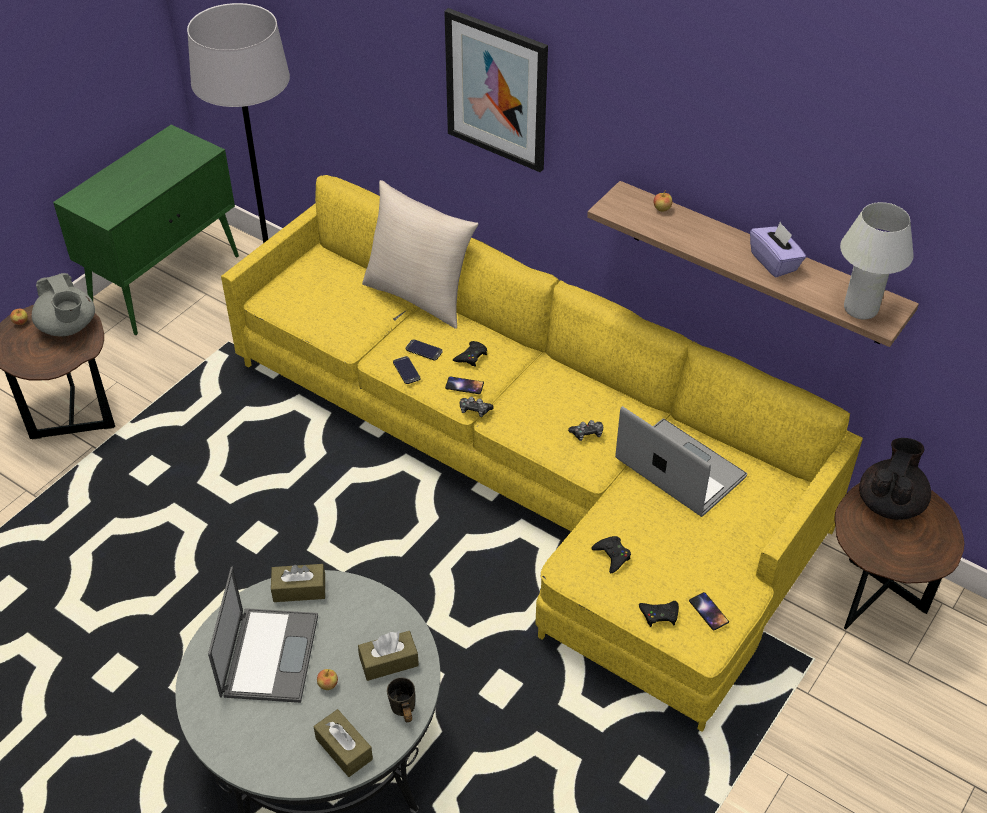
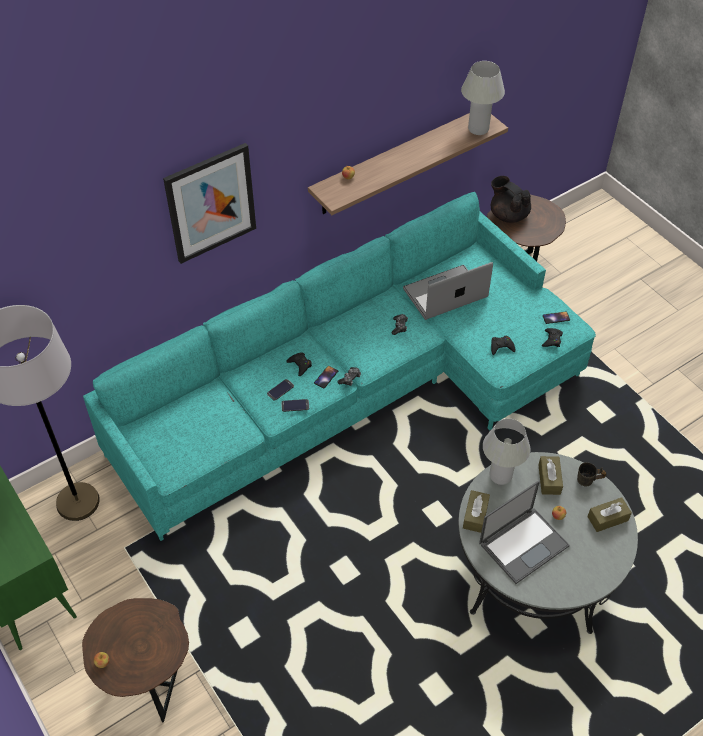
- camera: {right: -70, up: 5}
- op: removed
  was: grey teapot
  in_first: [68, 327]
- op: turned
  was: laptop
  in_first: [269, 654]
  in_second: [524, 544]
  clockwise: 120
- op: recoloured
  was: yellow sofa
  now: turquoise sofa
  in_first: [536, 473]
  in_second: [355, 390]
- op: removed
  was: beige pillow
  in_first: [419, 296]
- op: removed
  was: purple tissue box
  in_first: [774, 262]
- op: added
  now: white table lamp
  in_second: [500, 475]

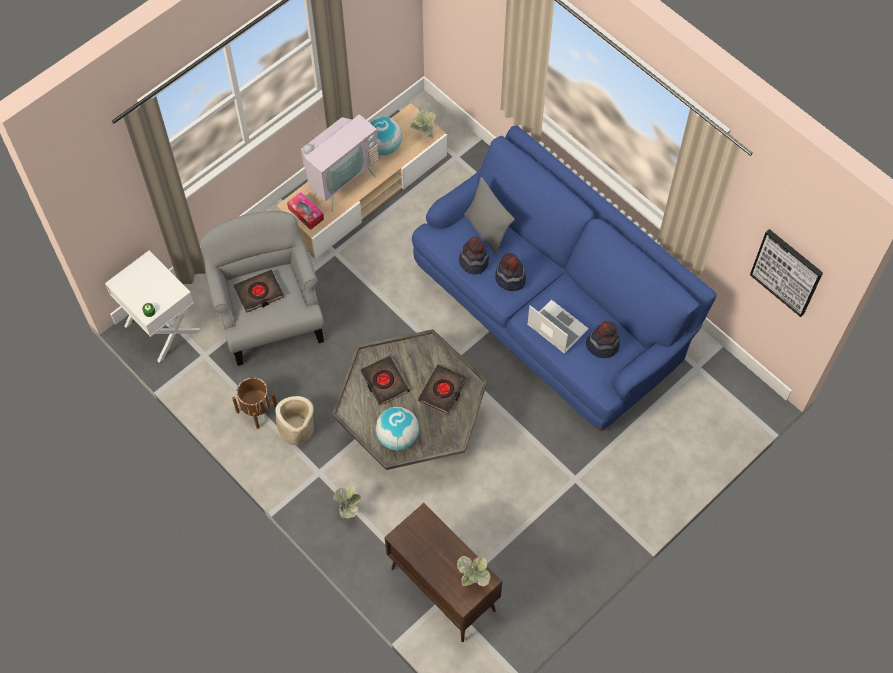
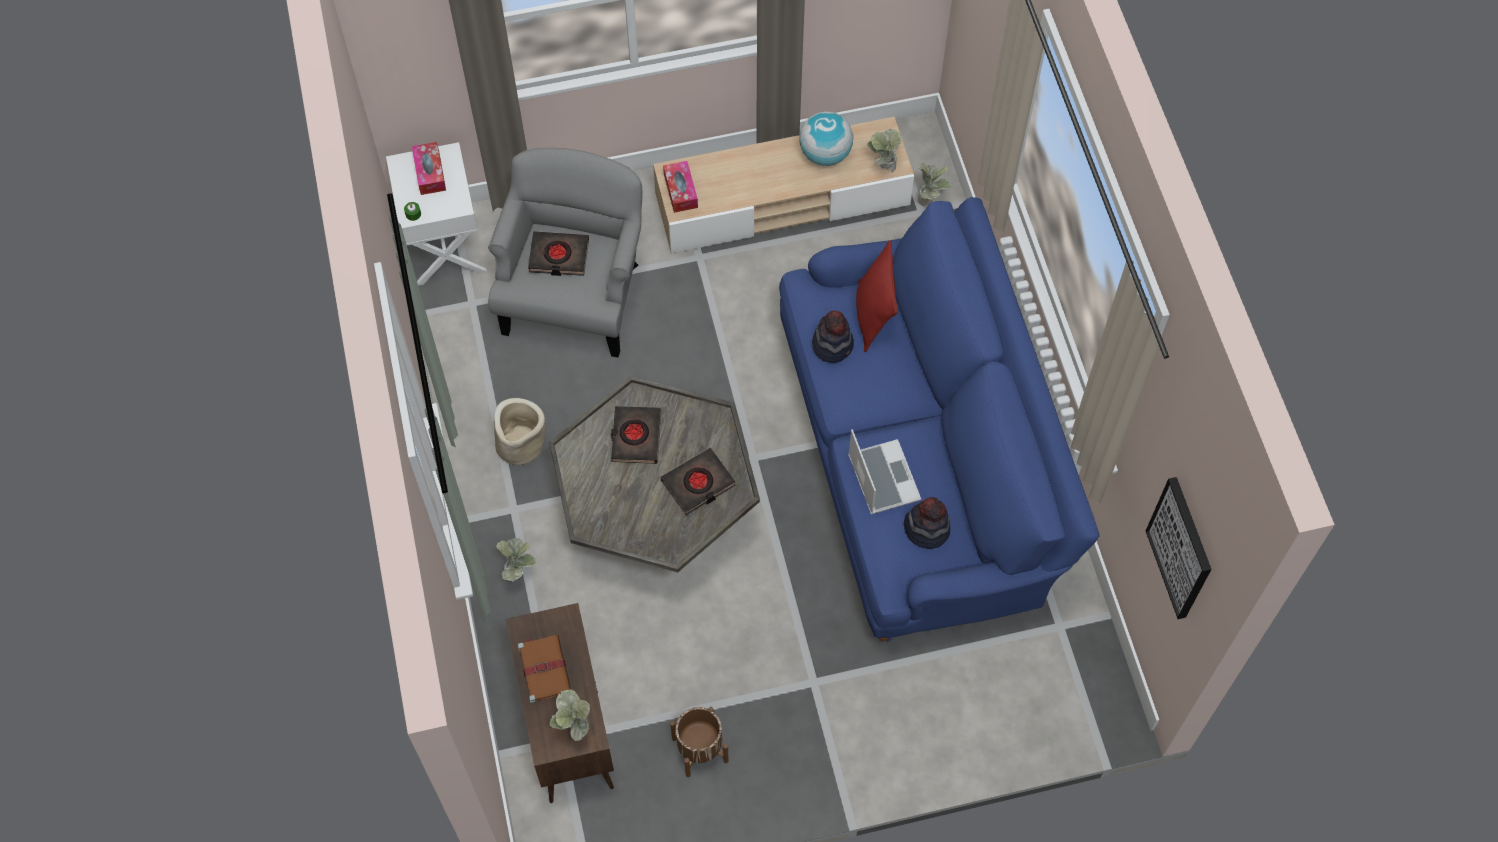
- camera: {right: 30, up: 0}
- op: moved
  was: brown planter
  in_first: [256, 410]
  in_second: [699, 749]
- op: removed
  was: television
  in_first: [341, 182]
- op: removed
  was: globe
  in_first: [397, 437]
- op: recoloured
  was: grey pillow
  now: red pillow
  in_first: [487, 231]
  in_second: [873, 316]
- op: removed
  was: hat
  in_first: [510, 279]
- op: added
  now: tissue box
  in_second: [430, 173]
- op: added
  now: brown book
  in_second: [544, 668]
- op: added
  now: potted plant
  in_second: [929, 199]

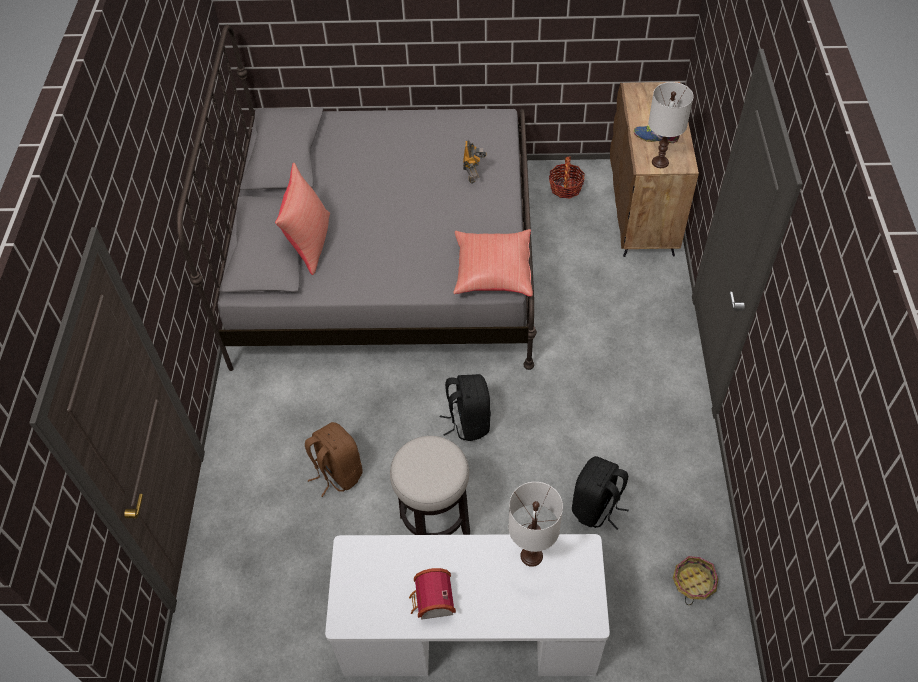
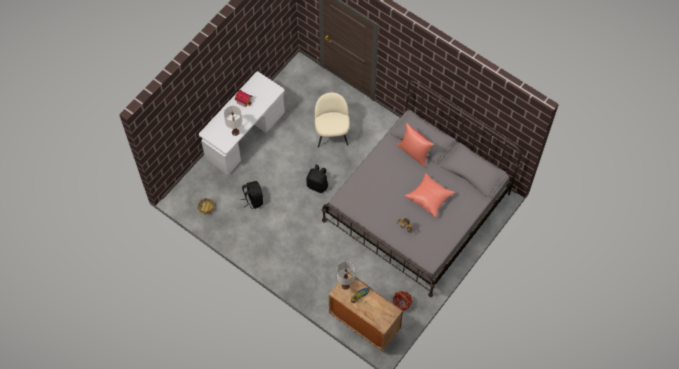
- camera: {right: 125, up: 10}
- op: replaced
  was: brown backpack
  now: beige chair
  in_first: [337, 472]
  in_second: [332, 134]
- op: removed
  was: stool
  in_first: [435, 525]
- op: moved
  was: red pillow
  in_first: [492, 273]
  in_second: [429, 197]

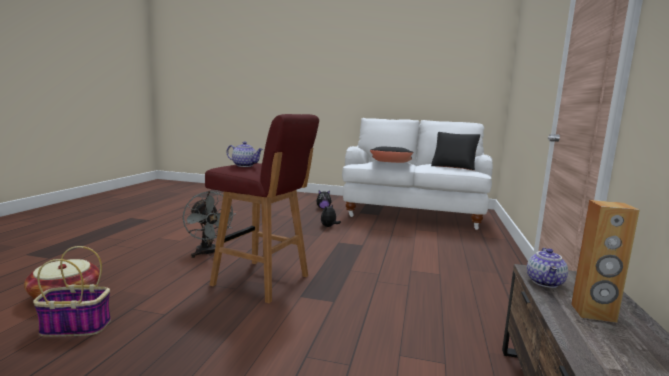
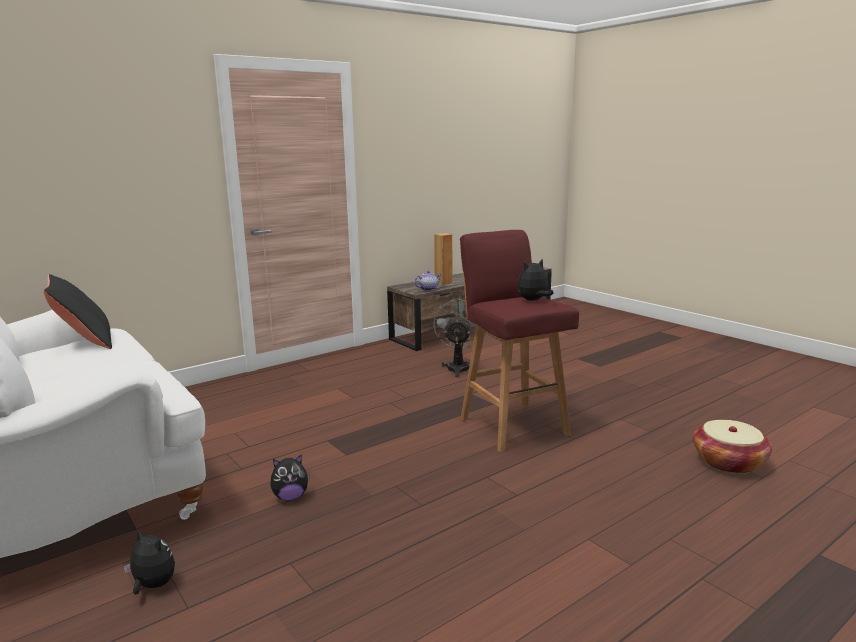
- camera: {right: -140, up: 5}
- op: removed
  was: basket
  in_first: [74, 327]
- op: moved
  was: grey fan
  in_first: [208, 254]
  in_second: [458, 367]
- op: replaced
  was: teapot
  now: plush toy
  in_first: [245, 165]
  in_second: [533, 300]
- op: removed
  was: black pillow
  in_first: [391, 163]

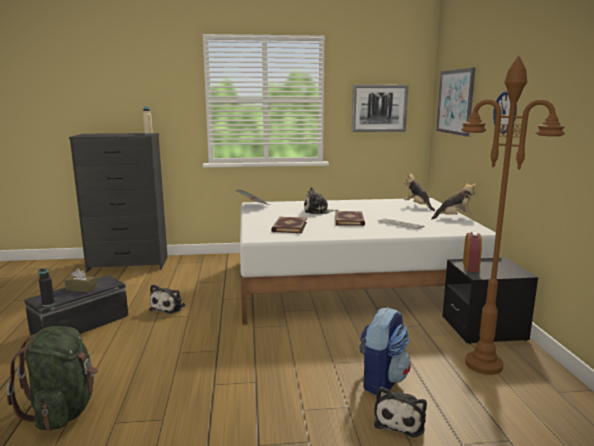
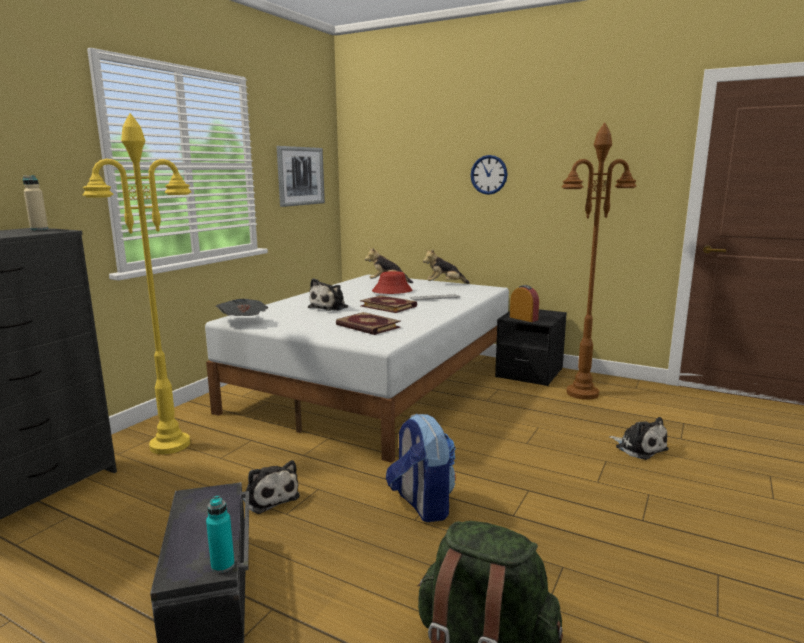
- camera: {right: -55, up: 0}
- op: recoloured
  was: black bottle
  now: turquoise bottle
  in_first: [48, 304]
  in_second: [222, 565]
- op: removed
  was: brown tissue box
  in_first: [81, 288]
- op: moved
  was: backpack
  in_first: [381, 380]
  in_second: [421, 504]
- op: turned
  was: plush toy
  in_first: [454, 218]
  in_second: [444, 284]
  clockwise: -120
- op: removed
  was: picture
  in_first: [455, 102]
- op: added
  now: yellow floor lamp
  in_second: [170, 445]
- op: added
  now: red hat
  in_second: [392, 291]

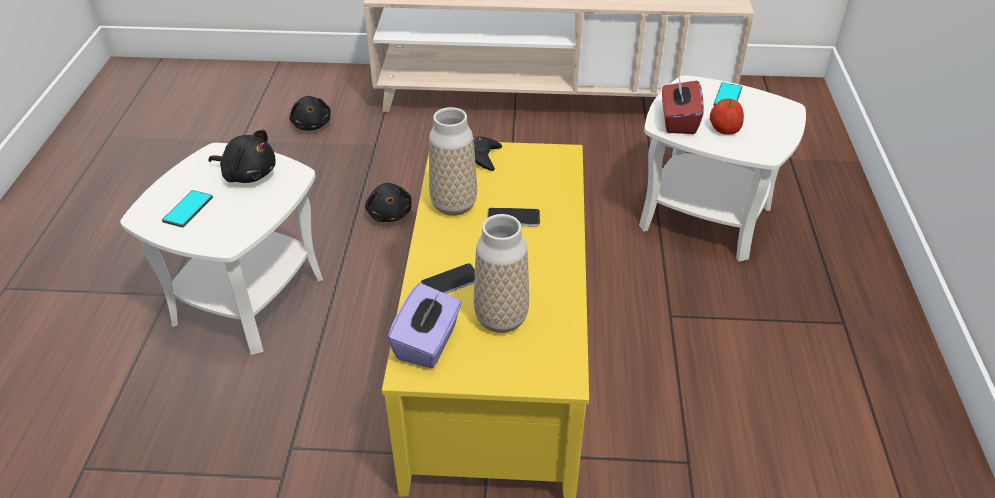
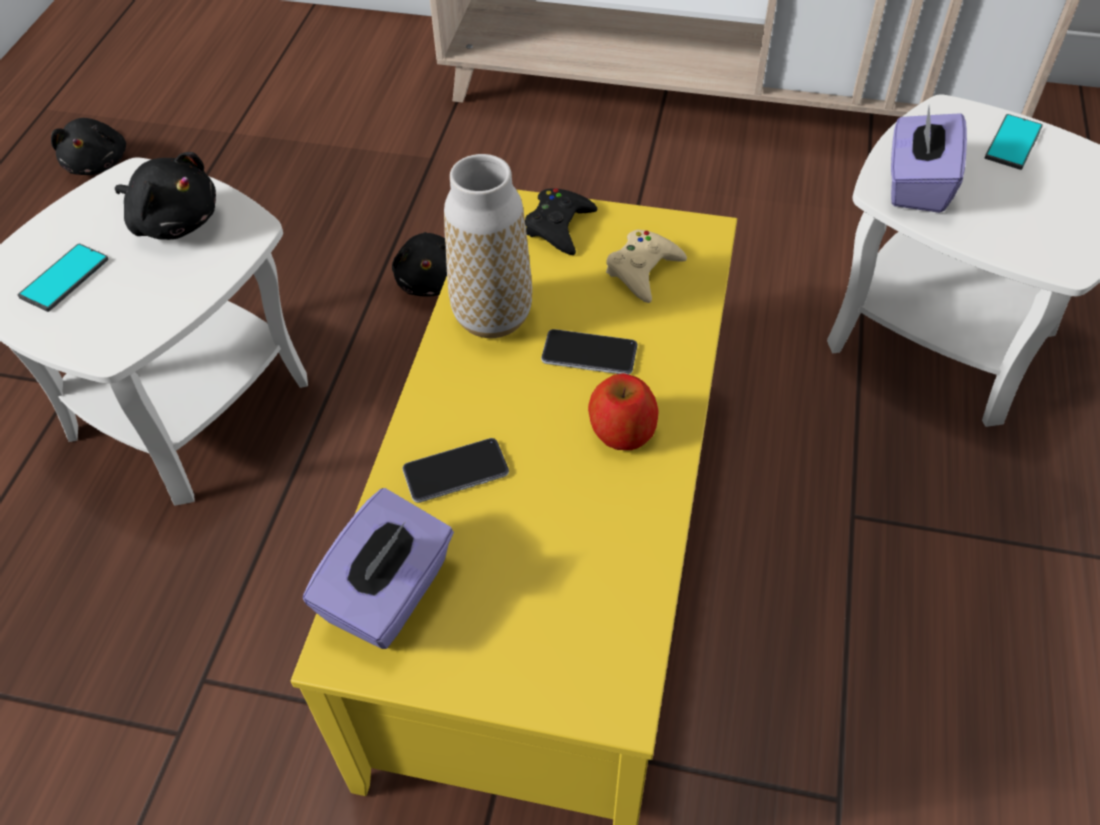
- camera: {right: 10, up: 10}
- op: moved
  was: black plush toy
  in_first: [312, 124]
  in_second: [98, 163]
- op: removed
  was: vase
  in_first: [501, 318]
- op: recoloured
  was: red tissue box
  now: purple tissue box
  in_first: [678, 121]
  in_second: [916, 184]
- op: moved
  was: apple
  in_first: [724, 128]
  in_second: [622, 429]
- op: added
  now: beige game controller
  in_second: [643, 270]

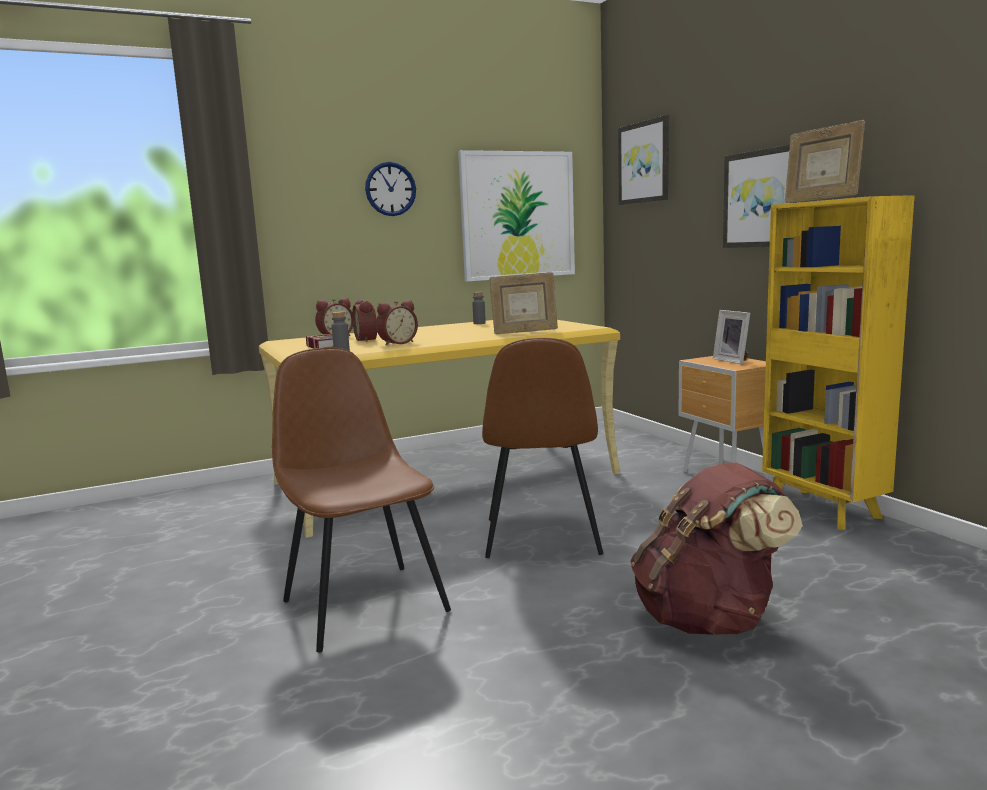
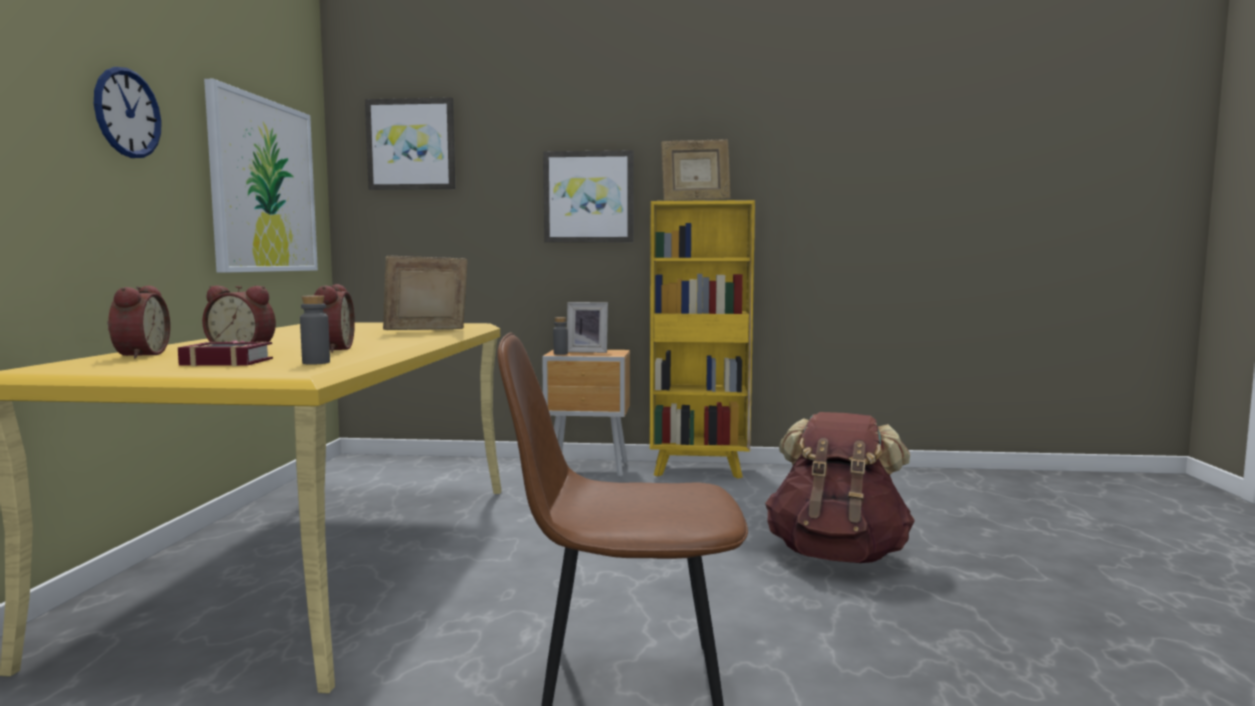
- camera: {right: -60, up: -5}
- op: moved
  was: grey bottle
  in_first: [479, 323]
  in_second: [560, 354]
- op: removed
  was: brown chair
  in_first: [542, 538]
- op: turned
  was: picture frame
  in_first: [524, 332]
  in_second: [427, 331]
  clockwise: -150

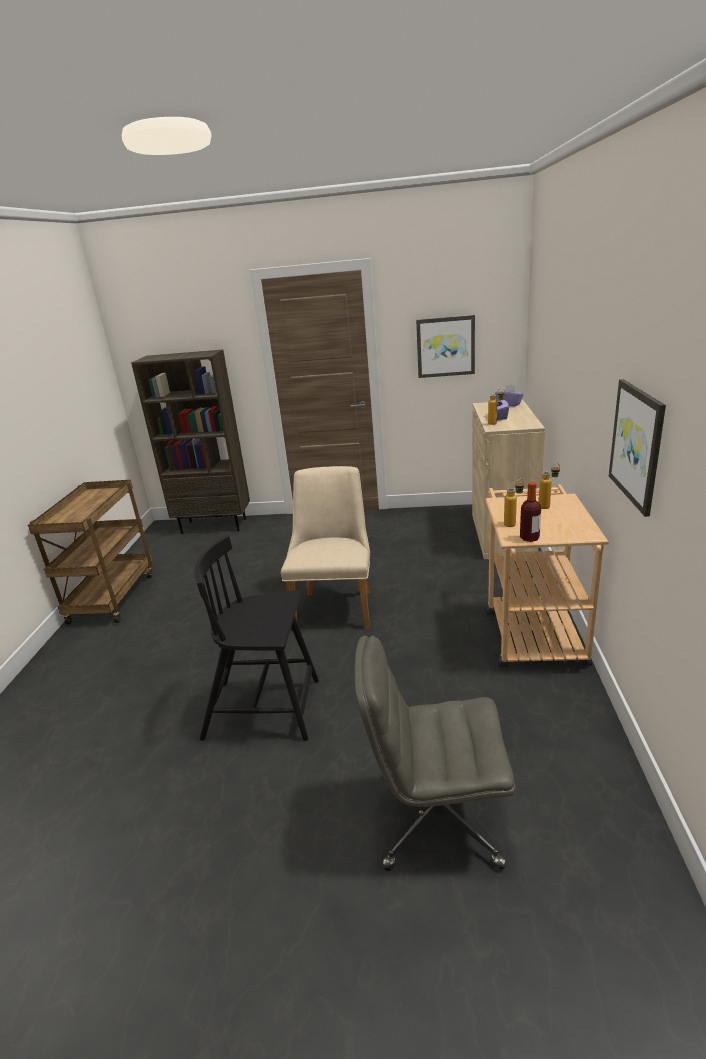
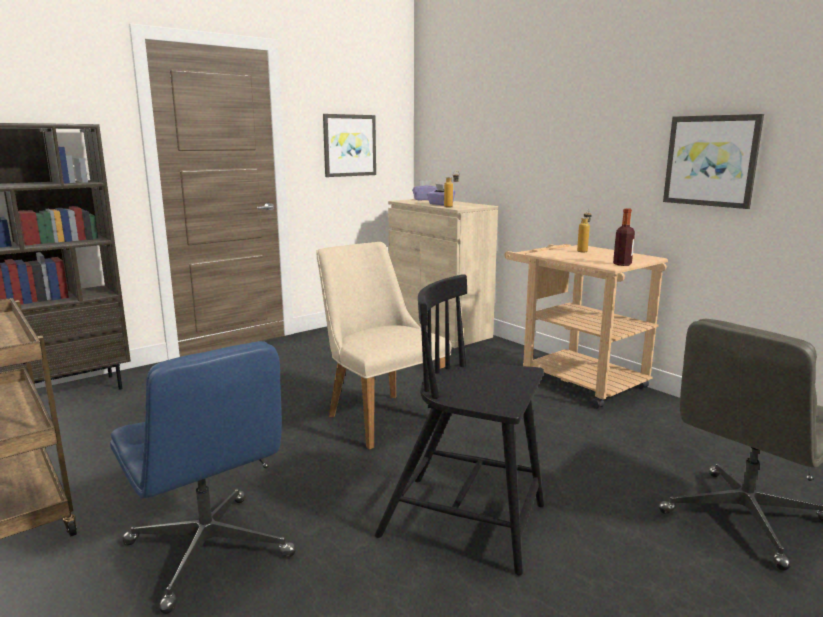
- camera: {right: -45, up: -10}
- op: turned
  was: black chair
  in_first: [265, 709]
  in_second: [466, 522]
  clockwise: 60
- op: removed
  was: bottle
  in_first: [513, 523]
- op: added
  now: blue office chair
  in_second: [210, 551]

